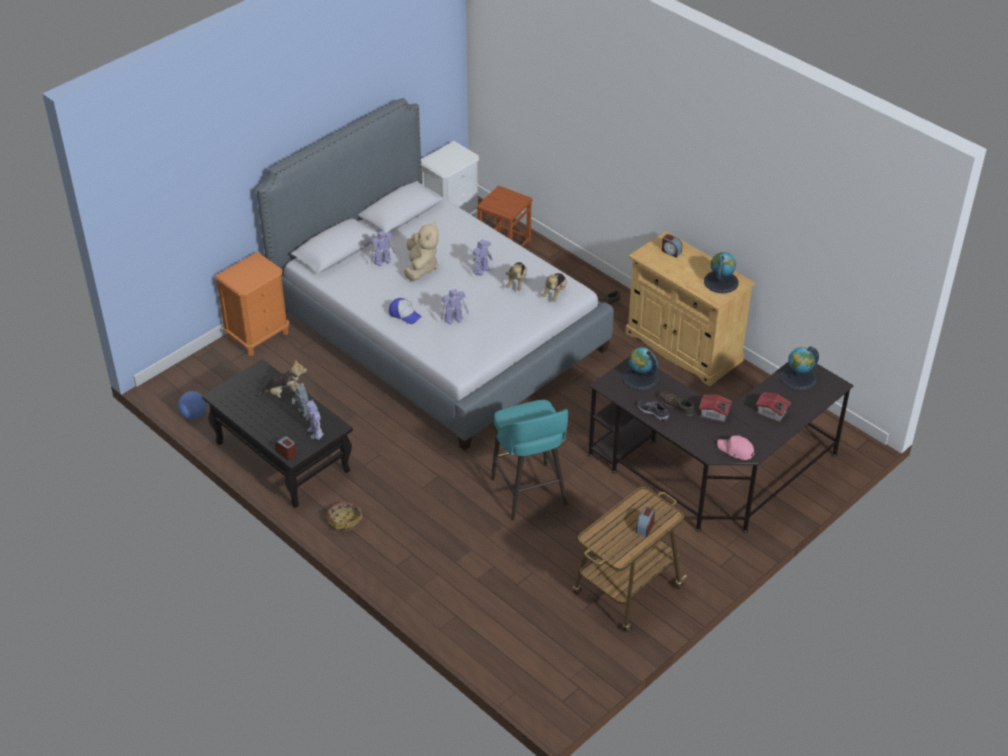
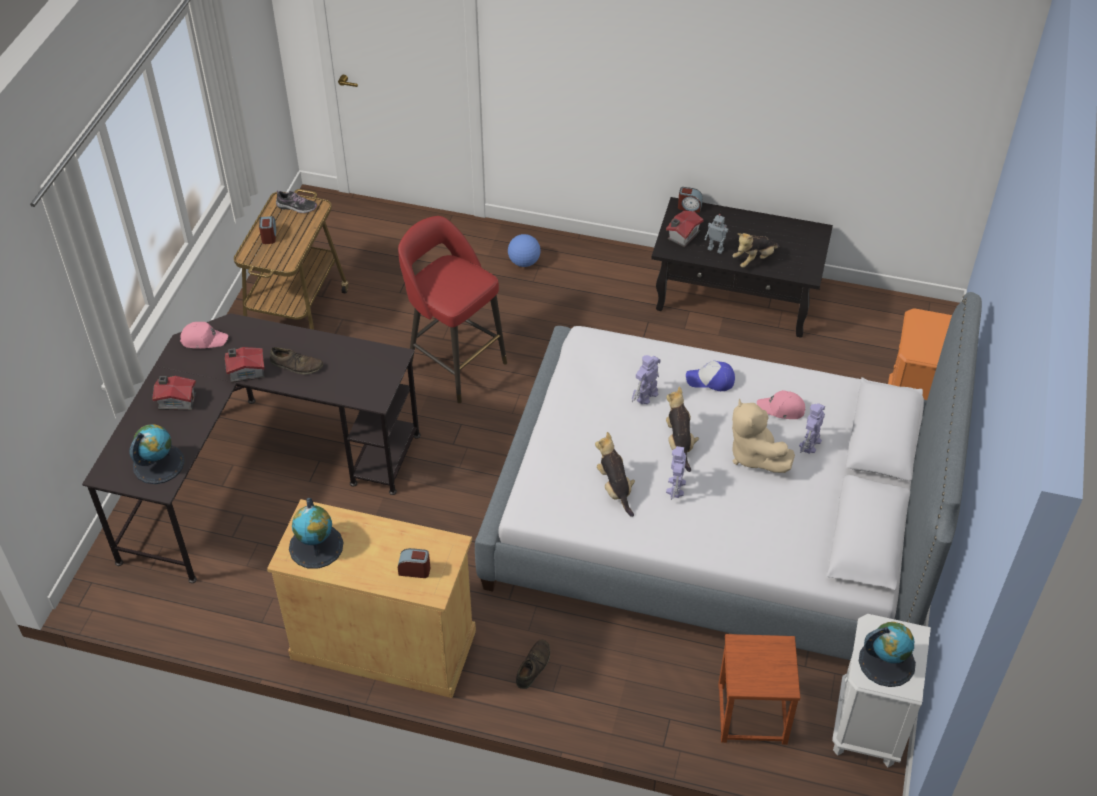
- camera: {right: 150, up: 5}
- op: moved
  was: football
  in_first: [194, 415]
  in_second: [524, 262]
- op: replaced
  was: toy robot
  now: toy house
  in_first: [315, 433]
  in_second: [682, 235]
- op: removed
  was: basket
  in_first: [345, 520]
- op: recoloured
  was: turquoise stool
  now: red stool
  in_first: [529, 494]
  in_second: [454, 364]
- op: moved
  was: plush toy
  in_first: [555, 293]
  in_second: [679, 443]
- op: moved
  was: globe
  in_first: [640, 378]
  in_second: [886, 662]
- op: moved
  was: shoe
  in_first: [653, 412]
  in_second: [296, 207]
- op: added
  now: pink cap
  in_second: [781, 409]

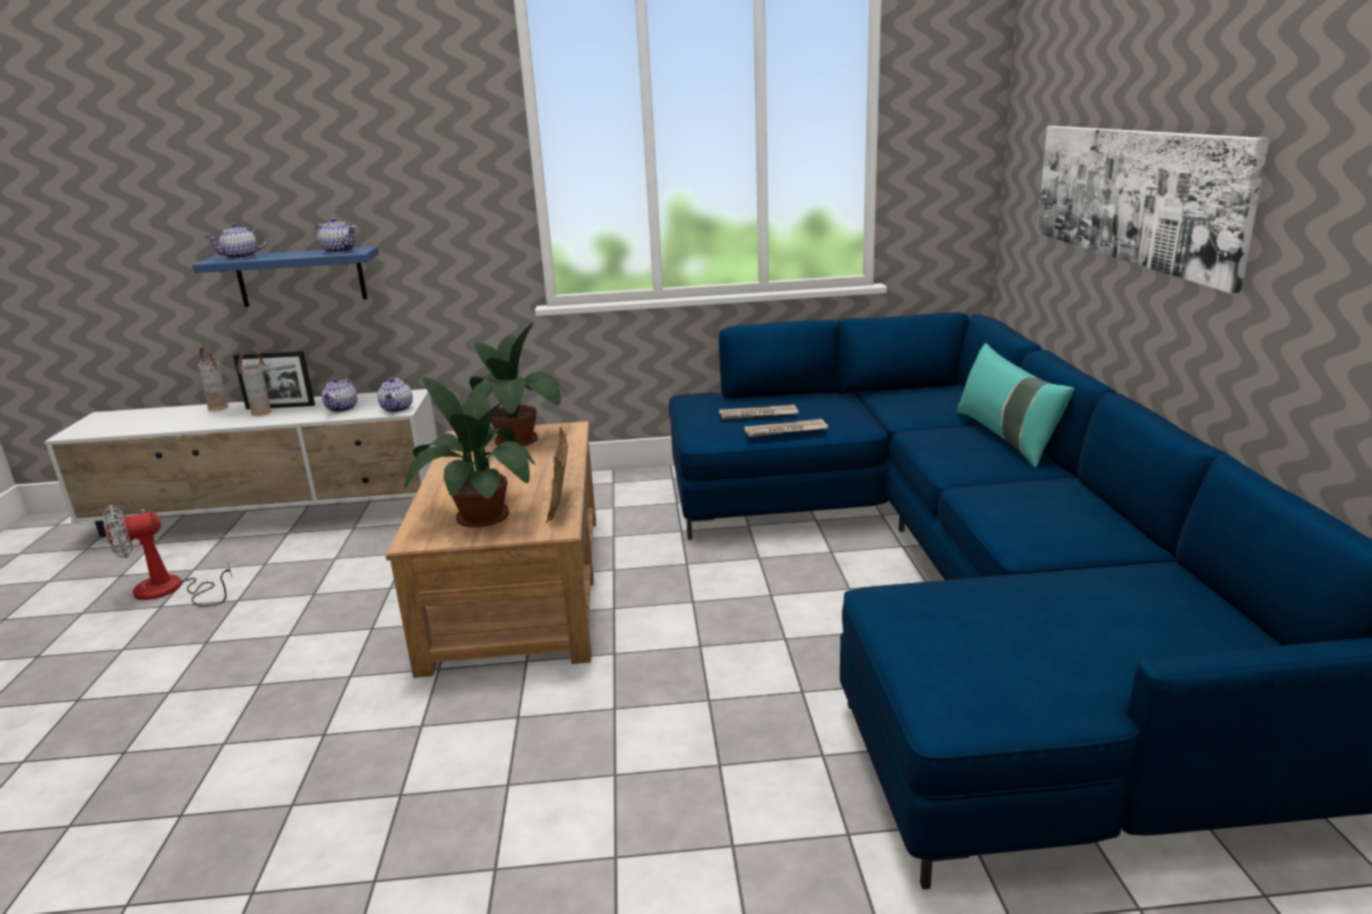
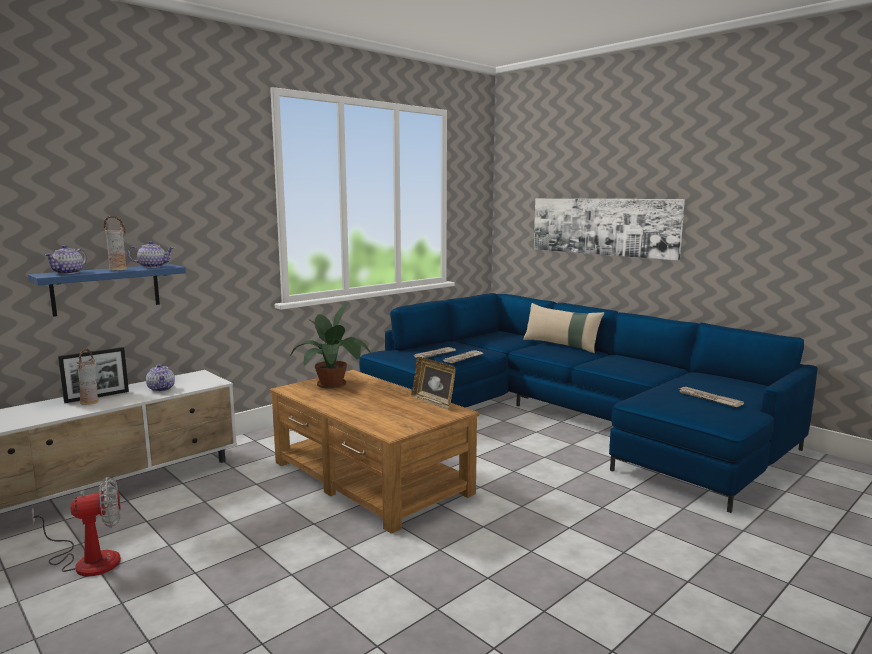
- camera: {right: -40, up: -10}
- op: turned
  was: fan
  in_first: [170, 591]
  in_second: [88, 560]
  clockwise: -135
- op: moved
  was: vase
  in_first: [219, 408]
  in_second: [118, 270]
- op: removed
  was: teapot
  in_first: [397, 409]
- op: removed
  was: potted plant
  in_first: [479, 514]
- op: recoloured
  was: turquoise pillow
  now: beige pillow
  in_first: [1006, 437]
  in_second: [561, 345]
- op: added
  now: newspaper
  in_second: [708, 398]

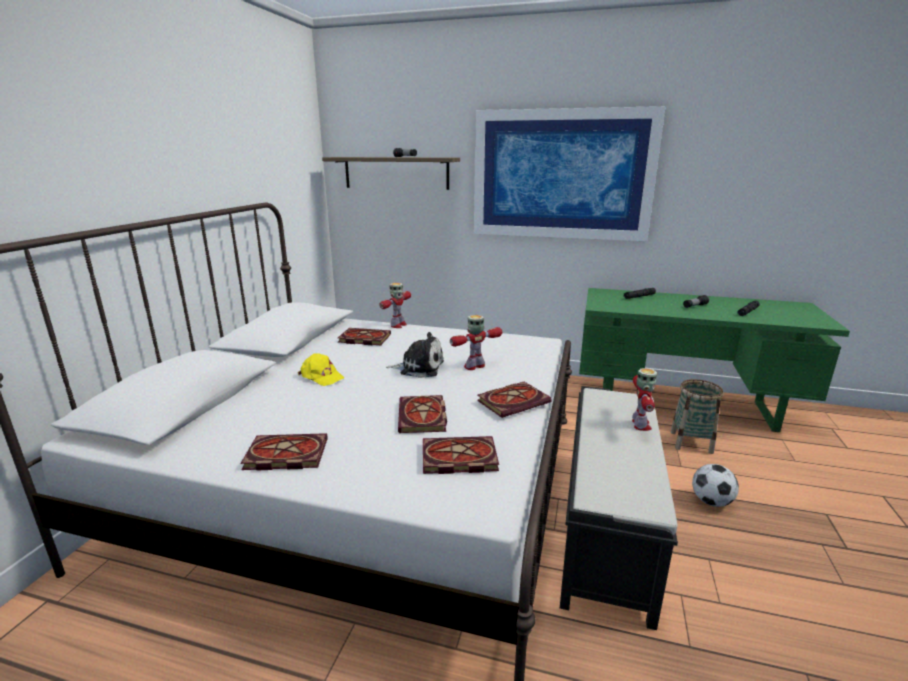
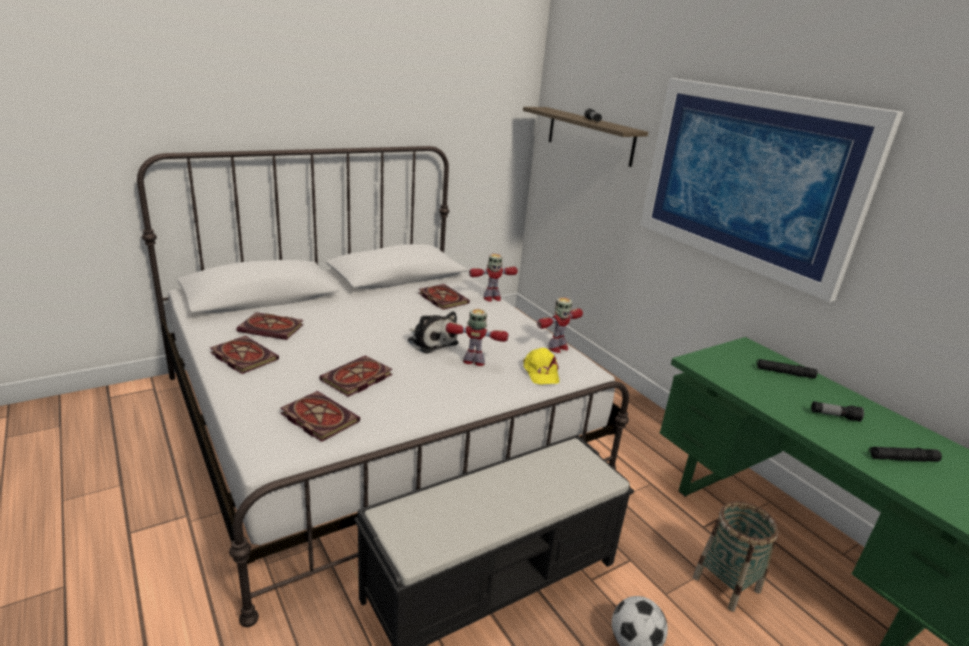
- camera: {right: 40, up: 5}
- op: moved
  was: yellow cap
  in_first: [321, 376]
  in_second: [541, 372]
- op: moved
  was: book
  in_first: [514, 401]
  in_second: [273, 328]
- op: moved
  was: toy robot
  in_first: [640, 425]
  in_second: [557, 348]

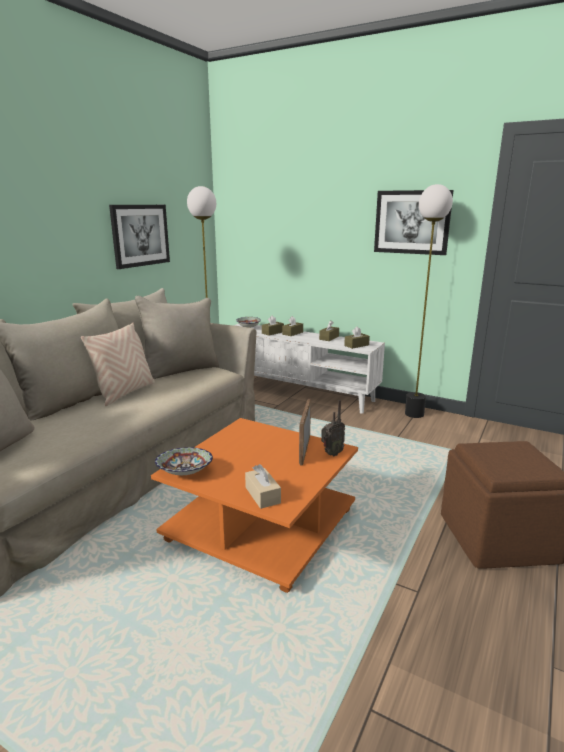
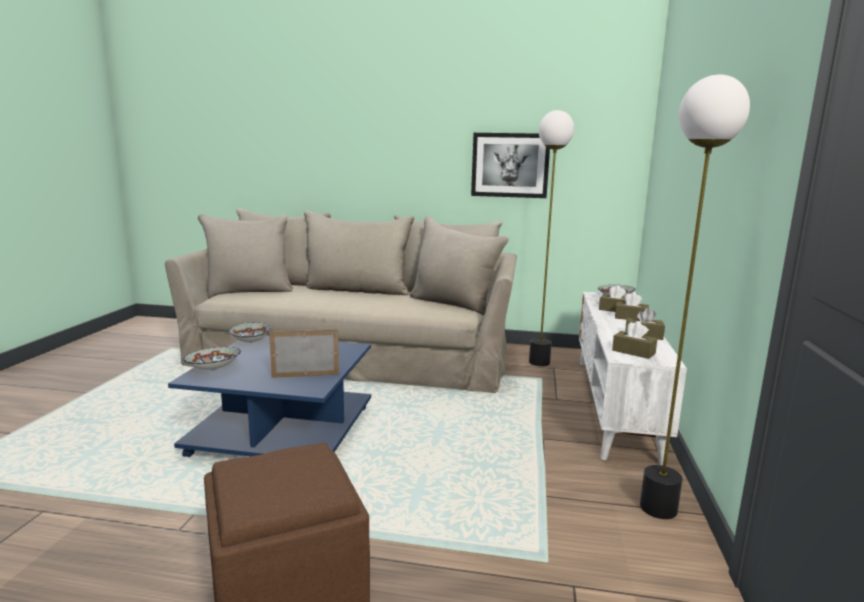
- camera: {right: 70, up: -5}
- op: removed
  was: beige pillow
  in_first: [125, 393]
- op: recoloured
  was: orange coffee table
  now: blue coffee table
  in_first: [260, 524]
  in_second: [285, 430]
- op: replaced
  was: beige tissue box
  now: bowl
  in_first: [262, 495]
  in_second: [214, 369]
- op: removed
  was: radio
  in_first: [331, 454]
- op: removed
  was: picture
  in_first: [412, 222]

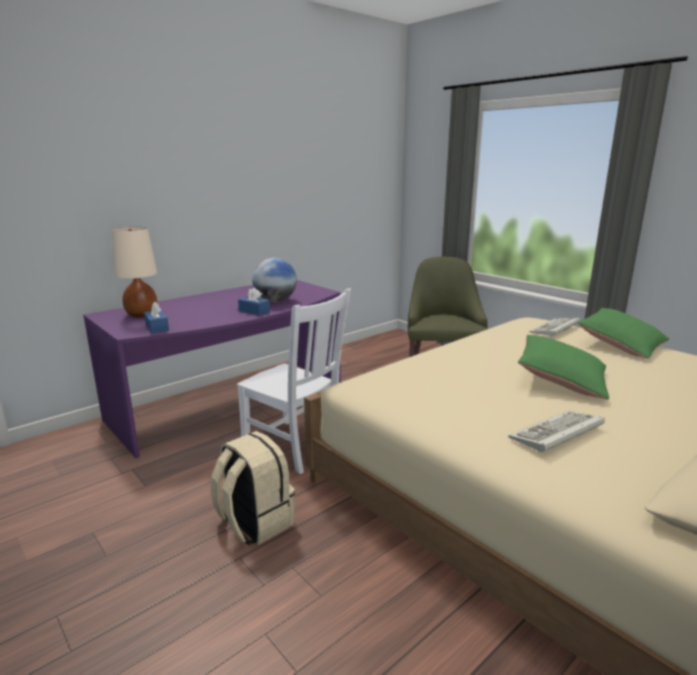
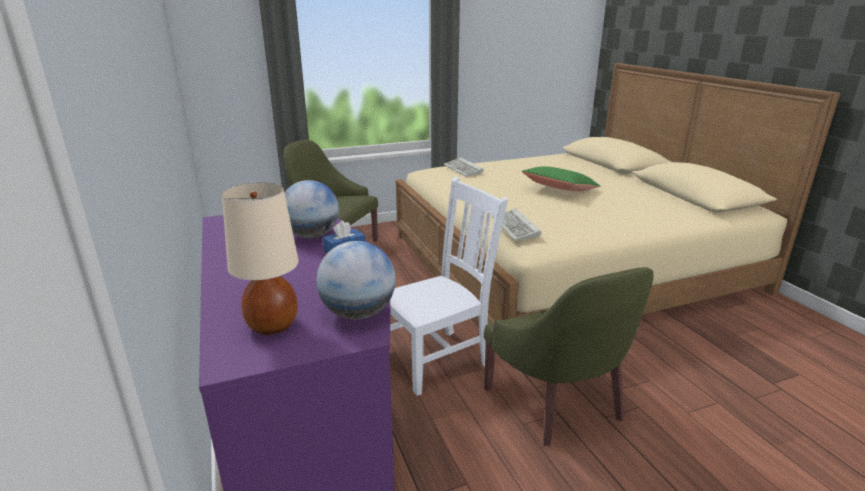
- camera: {right: -70, up: 5}
- op: replaced
  was: blue tissue box
  now: globe
  in_first: [157, 328]
  in_second: [358, 313]
- op: replaced
  was: beige backpack
  now: green armchair
  in_first: [254, 522]
  in_second: [558, 403]
- op: moved
  was: keyboard
  in_first: [556, 434]
  in_second: [517, 228]
- op: removed
  was: green pillow
  in_first: [620, 345]

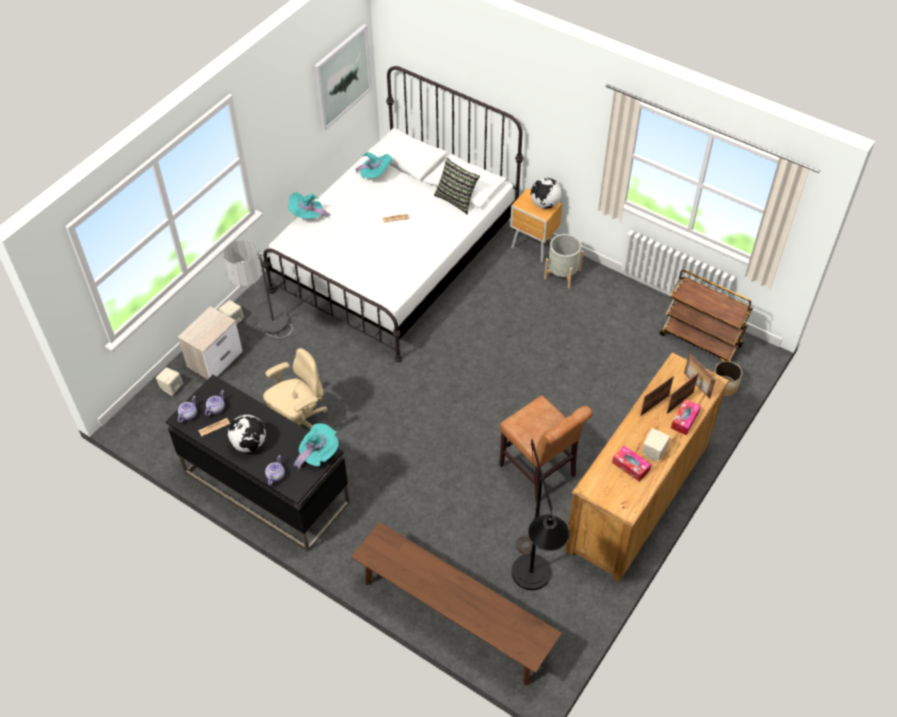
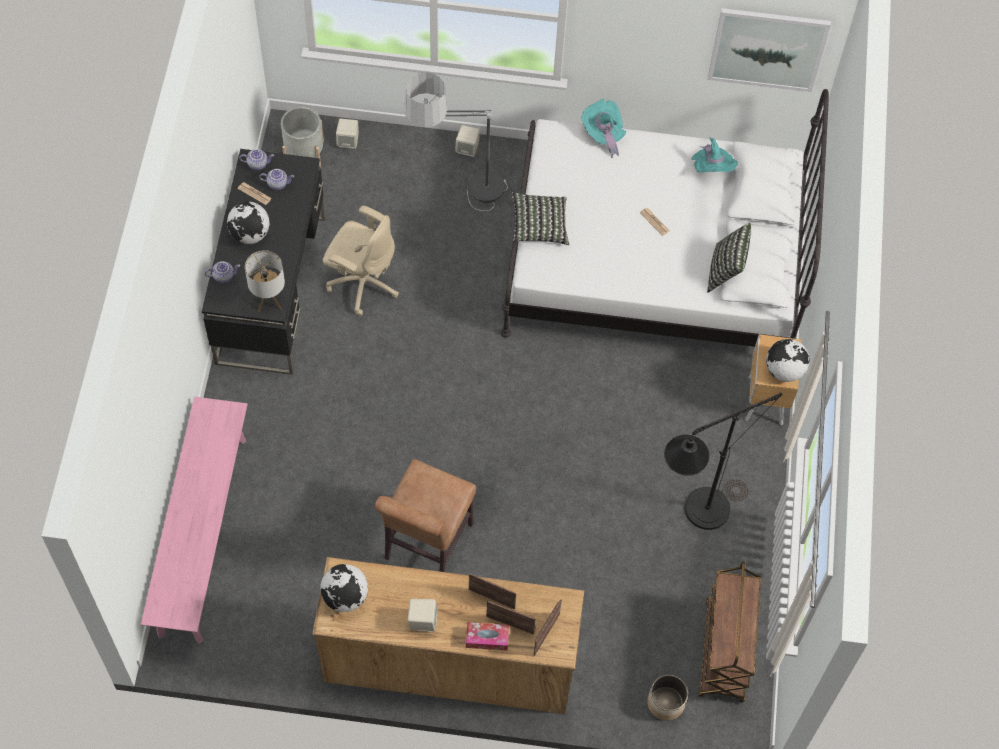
- camera: {right: 60, up: 10}
- op: removed
  was: nightstand
  in_first: [215, 359]
- op: replaced
  was: turquoise hat
  now: table lamp
  in_first: [318, 453]
  in_second: [269, 300]
- op: recoloured
  was: brown bench
  now: pink bench
  in_first: [453, 618]
  in_second: [202, 535]
- op: moved
  was: black floor lamp
  in_first: [533, 583]
  in_second: [696, 515]
- op: moved
  was: grey planter
  in_first: [562, 274]
  in_second: [304, 154]
- op: removed
  was: tissue box
  in_first: [630, 466]
- op: added
  now: globe
  in_second: [345, 597]
- op: added
  now: pillow
  in_second: [539, 225]

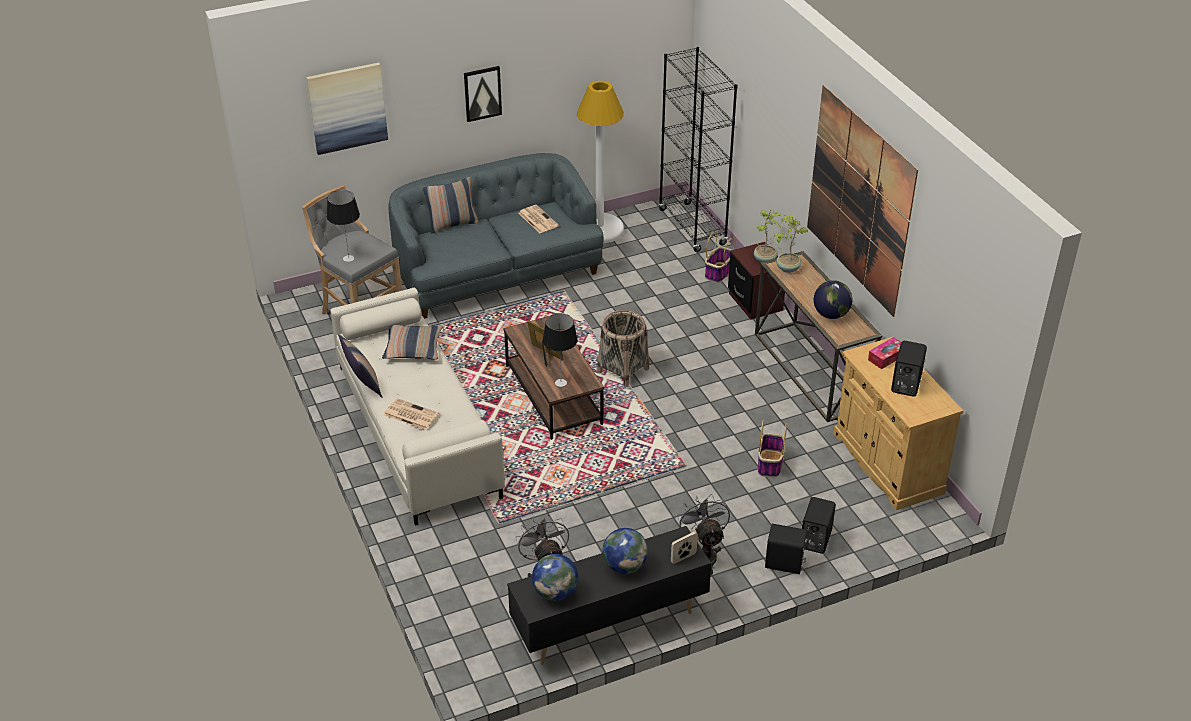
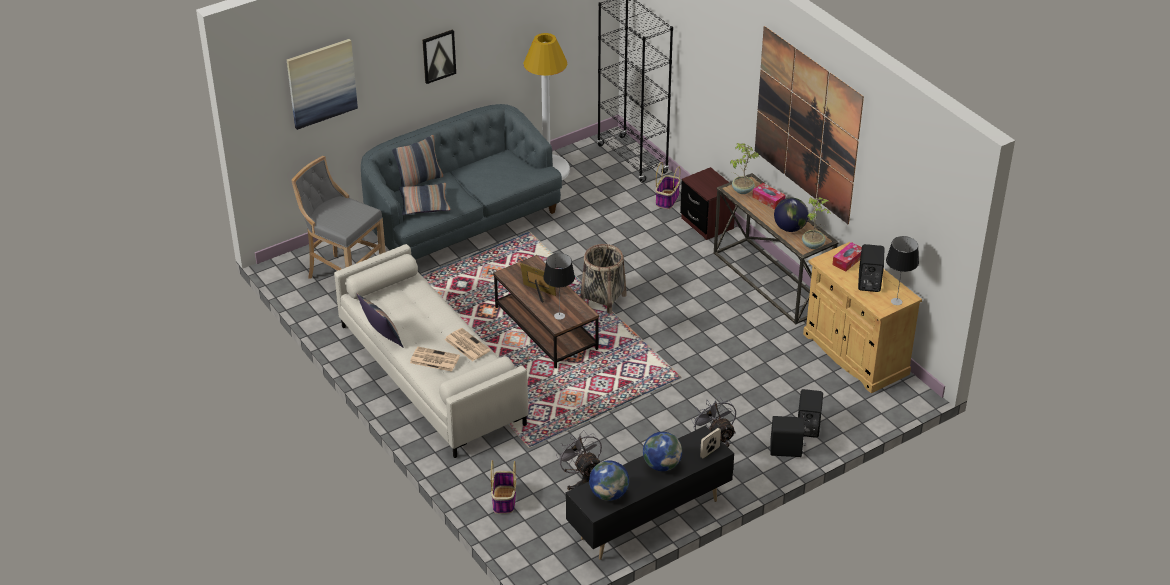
- camera: {right: -10, up: 0}
- op: moved
  was: table lamp
  in_first: [348, 258]
  in_second: [896, 301]
- op: moved
  was: pillow
  in_first: [413, 348]
  in_second: [424, 204]
- op: moved
  was: newspaper
  in_first: [537, 219]
  in_second: [466, 345]
- op: moved
  was: potted plant
  in_first: [765, 259]
  in_second: [813, 245]
- op: moved
  was: basket
  in_first: [770, 464]
  in_second: [504, 500]
- op: added
  now: tissue box
  in_second: [768, 200]

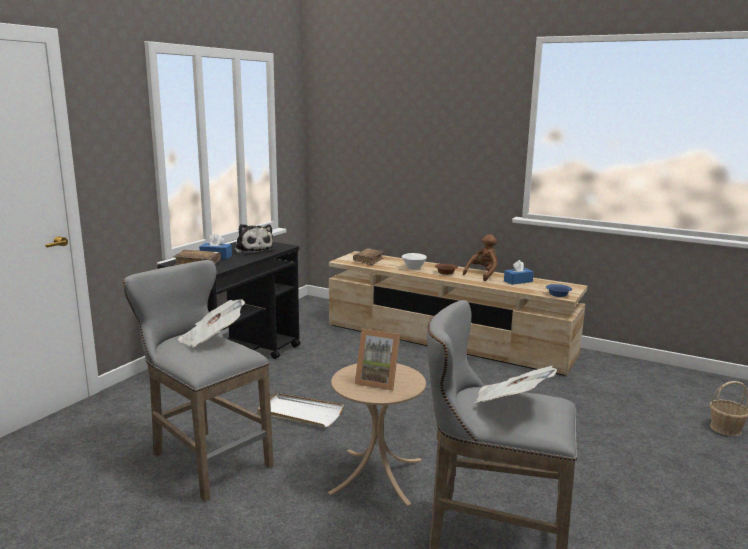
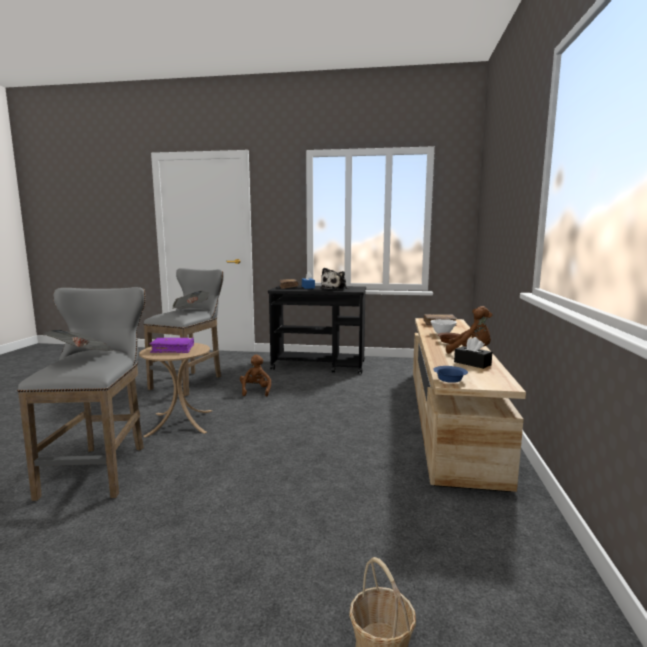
- camera: {right: 70, up: -5}
- op: replaced
  was: white tray
  now: brown plush toy
  in_first: [299, 413]
  in_second: [256, 391]
- op: replaced
  was: picture frame
  now: purple book
  in_first: [378, 381]
  in_second: [173, 350]
- op: recoloured
  was: blue tissue box
  now: black tissue box
  in_first: [518, 281]
  in_second: [472, 363]

